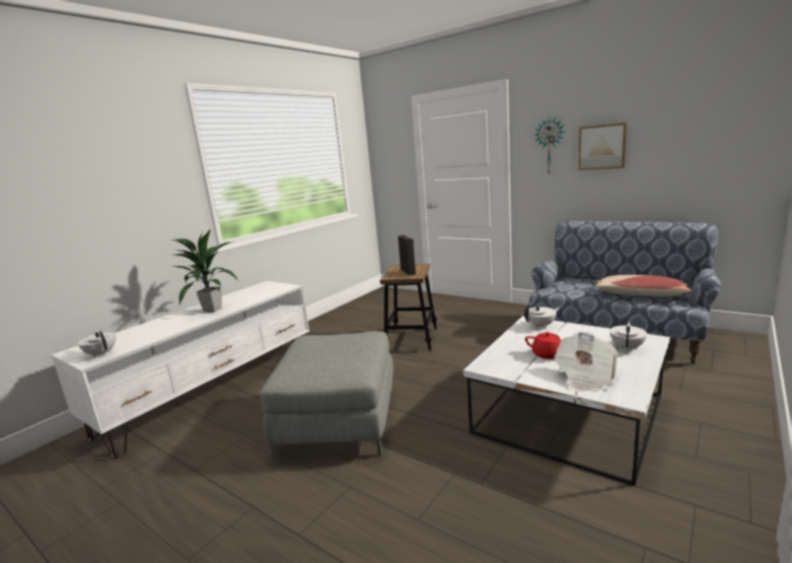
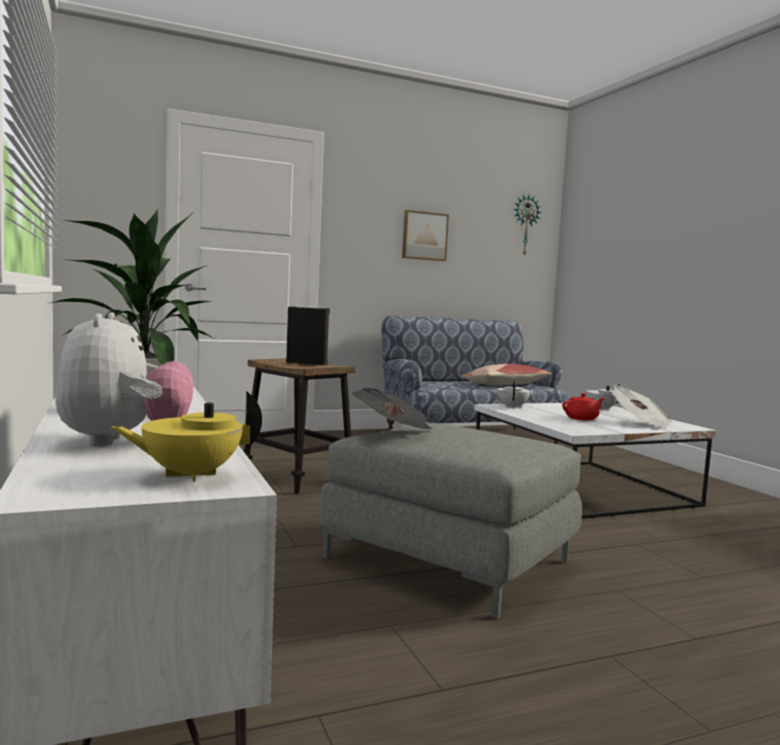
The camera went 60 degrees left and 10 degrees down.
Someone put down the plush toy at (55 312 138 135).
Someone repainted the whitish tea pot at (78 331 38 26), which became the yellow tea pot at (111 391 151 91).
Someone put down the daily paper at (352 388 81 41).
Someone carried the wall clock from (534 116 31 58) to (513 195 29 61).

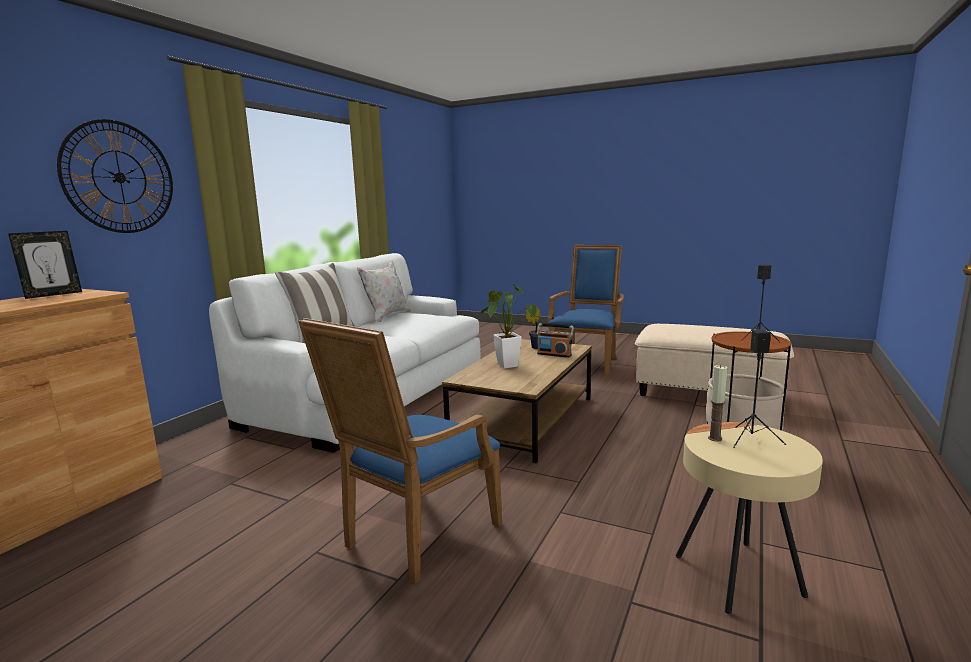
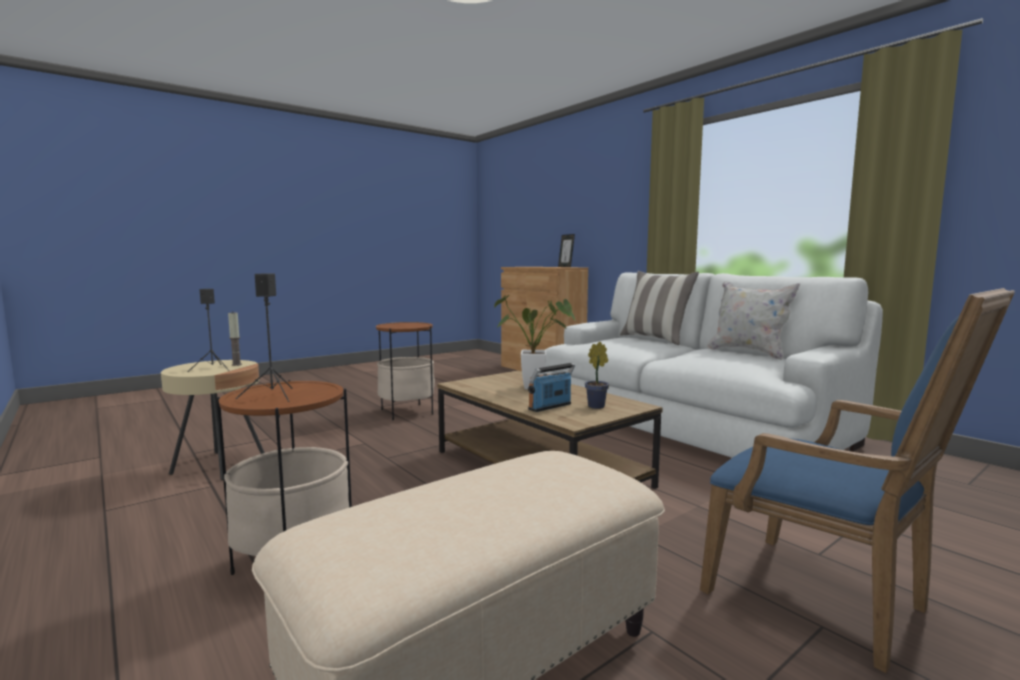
The camera went 115 degrees right and 5 degrees down.
Someone swapped the blue-coloured armchair at (299 318 203 266) for the accent table at (376 322 59 98).
Someone took away the wall clock at (57 119 116 114).

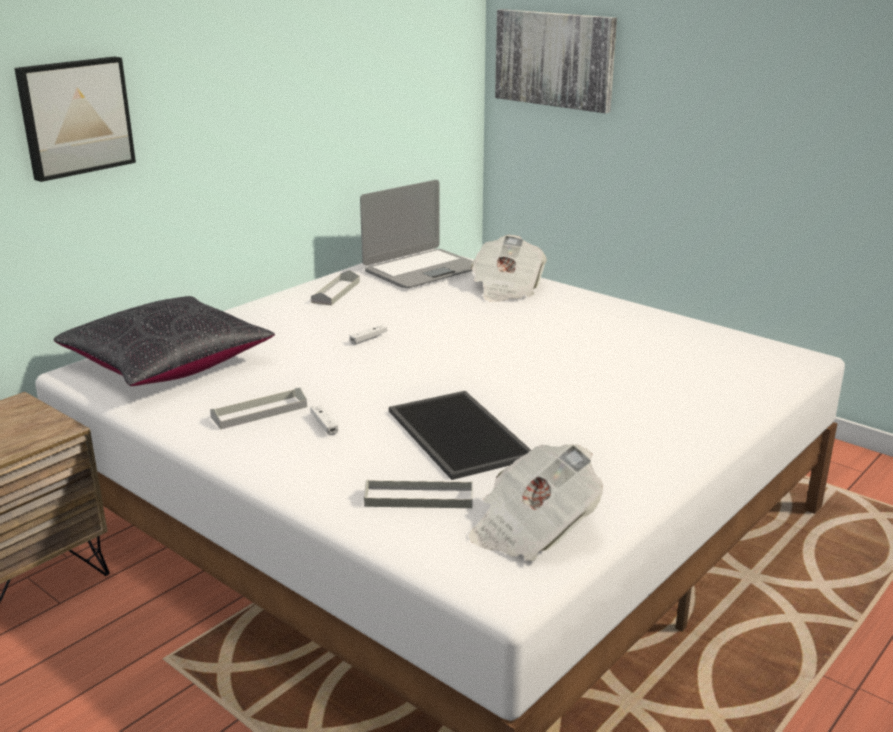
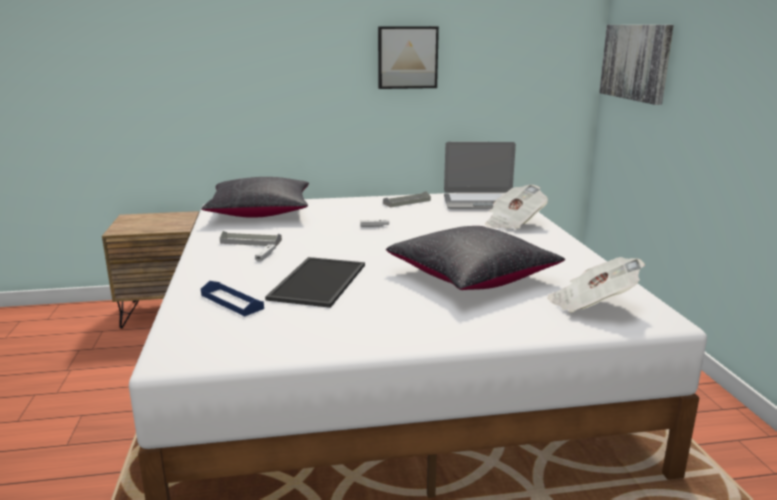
The camera went 40 degrees right and 5 degrees down.
Someone repainted the grey carrying tray at (364 479 109 29), which became the blue-coloured carrying tray at (201 281 63 35).
Someone carried the picture from (14 56 122 126) to (378 26 61 63).
Someone put down the black cushion at (386 226 179 64).
Someone carried the daily paper from (469 444 134 117) to (547 257 98 56).

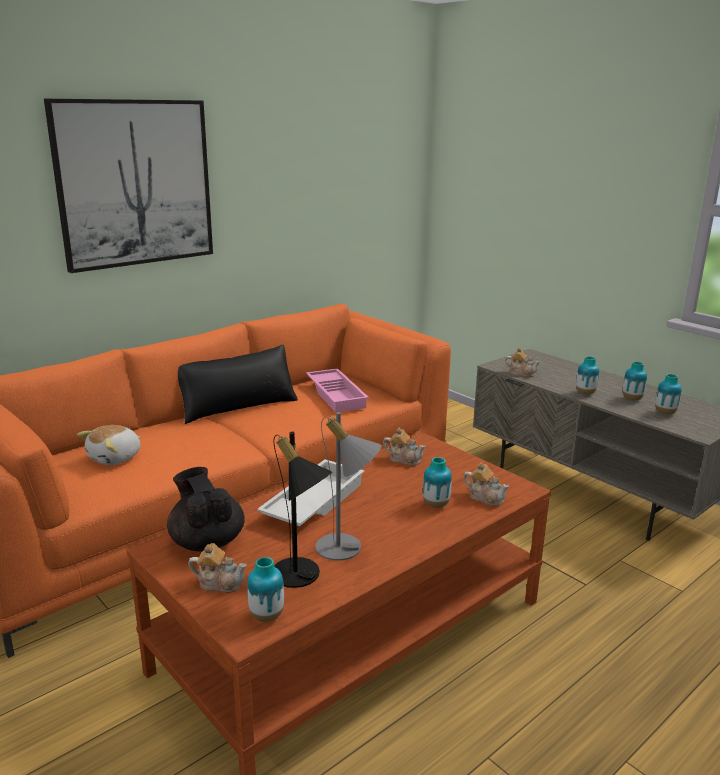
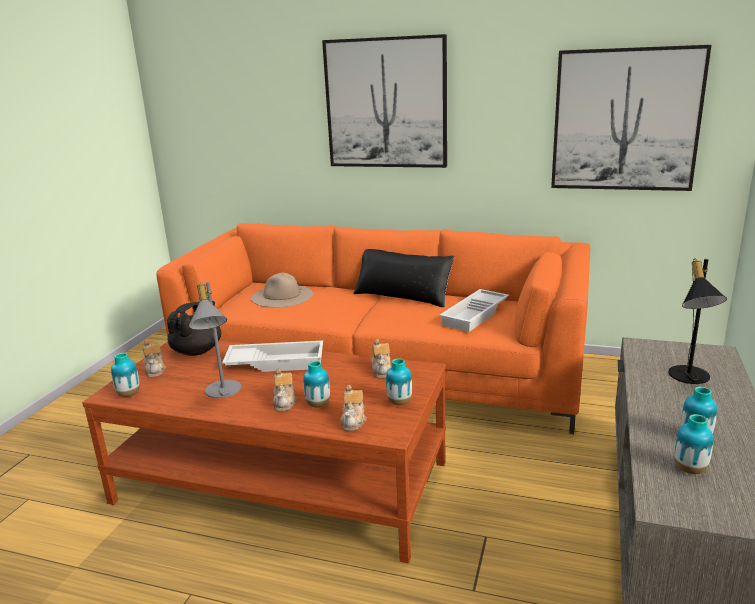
The camera went 60 degrees right and 0 degrees up.
Someone swapped the plush toy at (77 425 64 40) for the beige-coloured clothing hat at (251 273 62 34).
Someone carried the tea pot from (505 347 35 30) to (273 368 24 44).
Someone carried the decorative vase from (576 356 23 39) to (386 358 26 47).
Someone repainted the pink carrying tray at (306 368 63 45), which became the whitish carrying tray at (439 289 70 43).
Someone put up the picture at (551 45 161 146).
Someone carried the black tabletop lamp from (273 431 59 157) to (668 258 59 126).

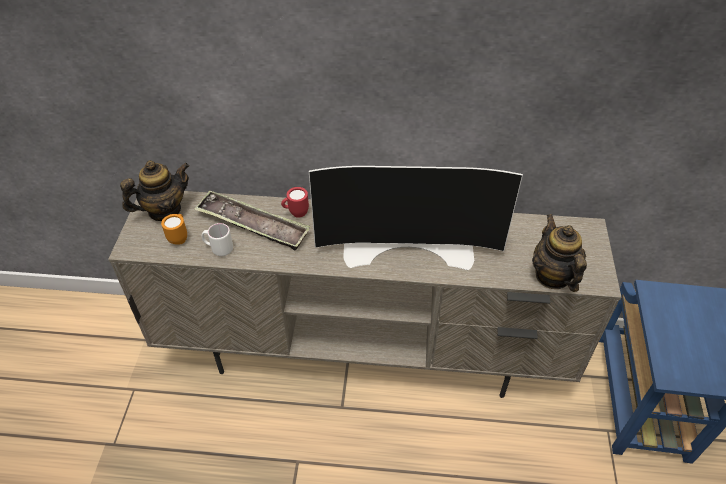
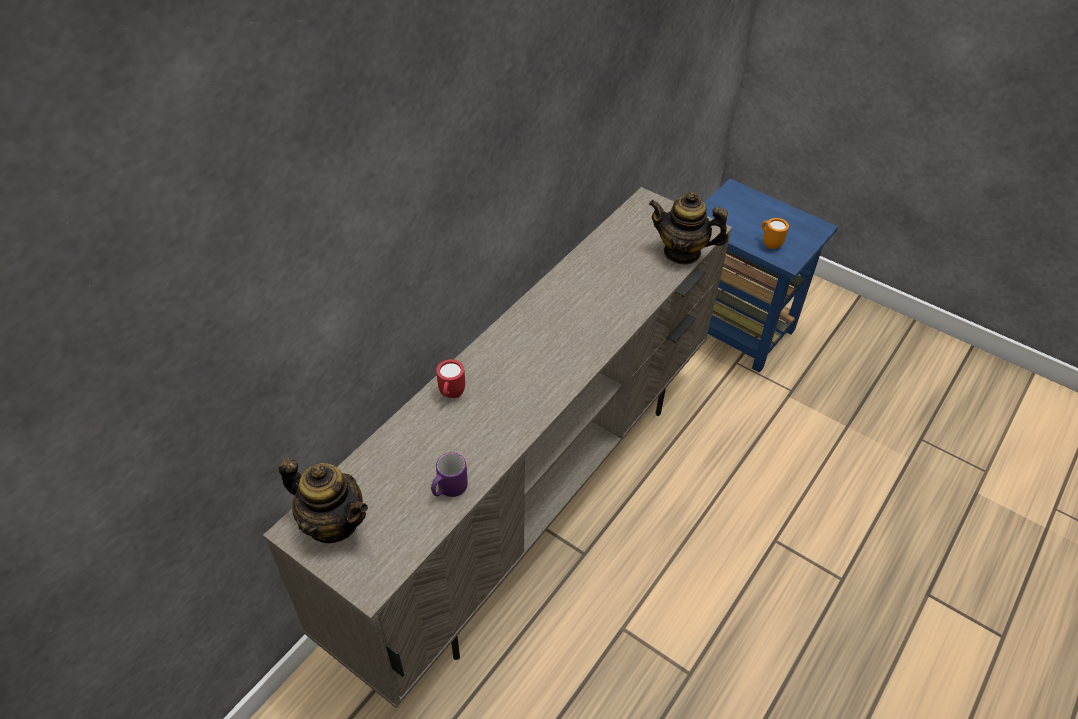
The camera went 60 degrees left and 0 degrees up.
Someone rotated the tea pot at (120 160 69 61) by 120 degrees clockwise.
Someone repainted the whitish coffee mug at (202 223 31 33), which became the purple coffee mug at (431 452 37 45).
Someone carried the orangey coffee mug from (161 214 26 31) to (762 218 27 31).
Someone took away the carrying tray at (194 190 116 60).
Someone took away the TV set at (309 166 214 104).

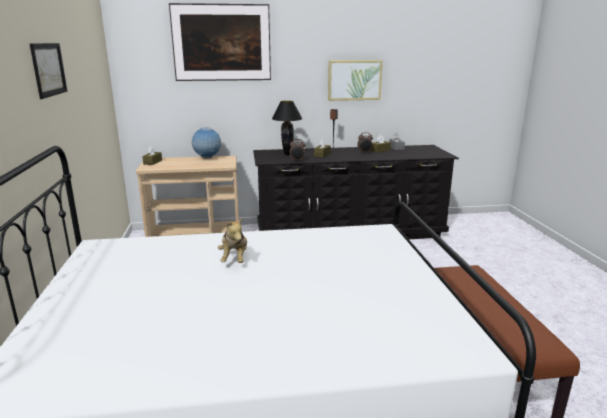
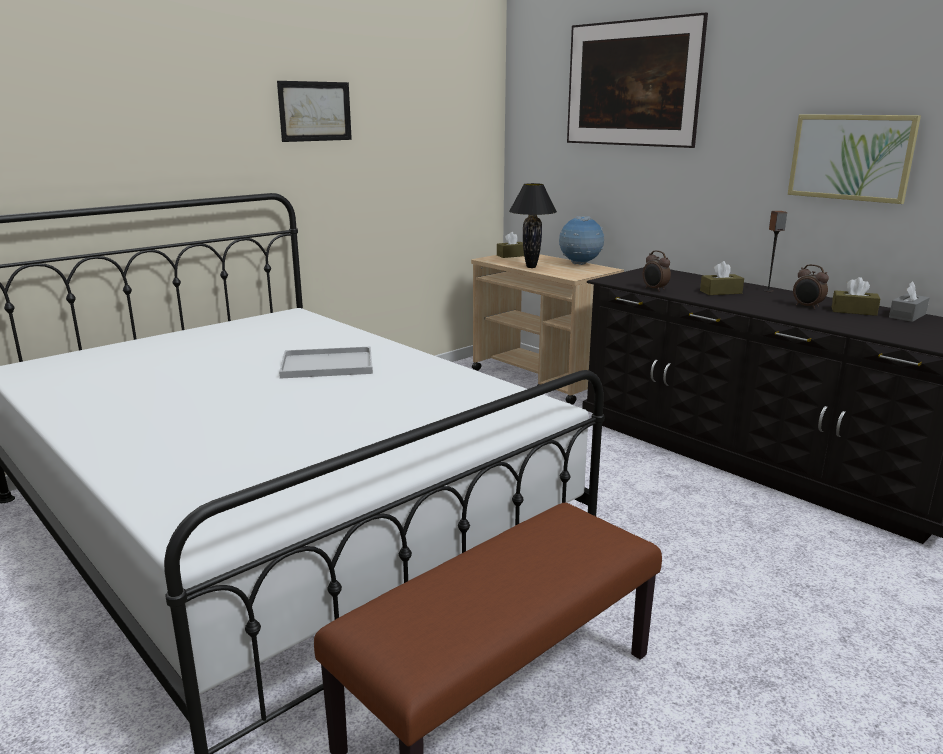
The camera went 55 degrees right and 0 degrees up.
Someone swapped the plush toy at (218 217 29 46) for the whitish carrying tray at (279 346 94 33).
Someone carried the black tabletop lamp from (272 101 30 54) to (509 183 48 85).

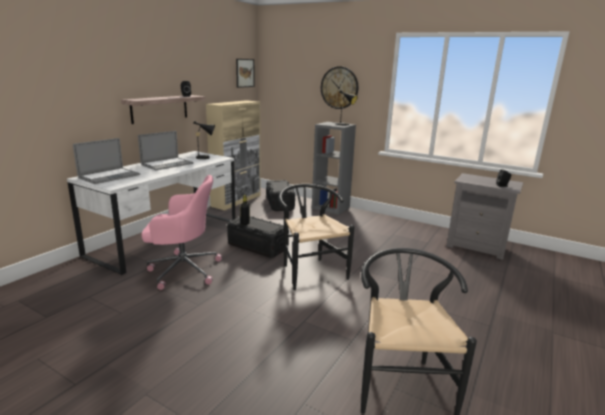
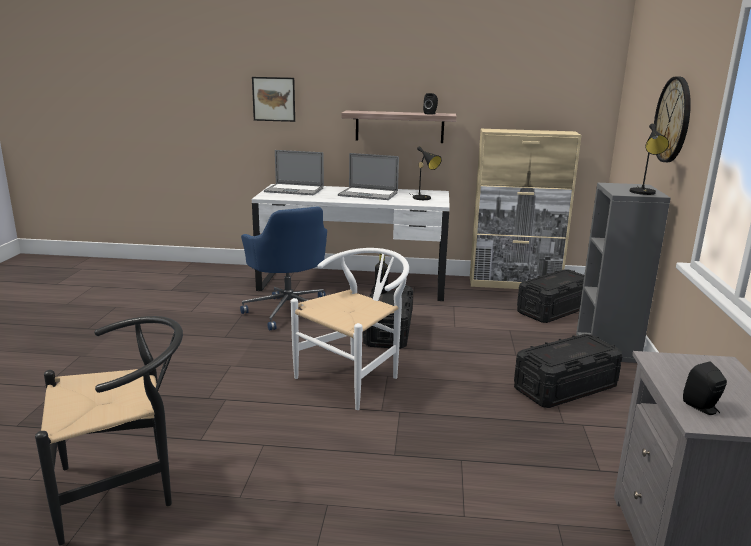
The camera went 65 degrees right and 0 degrees up.
Someone repainted the pink office chair at (141 175 81 115), which became the blue-coloured office chair at (240 206 87 125).
Someone carried the picture from (236 59 19 29) to (252 77 43 45).
Someone repainted the black chair at (279 184 75 106), which became the whitish chair at (291 248 118 162).
Someone put down the black storage container at (514 334 108 74).

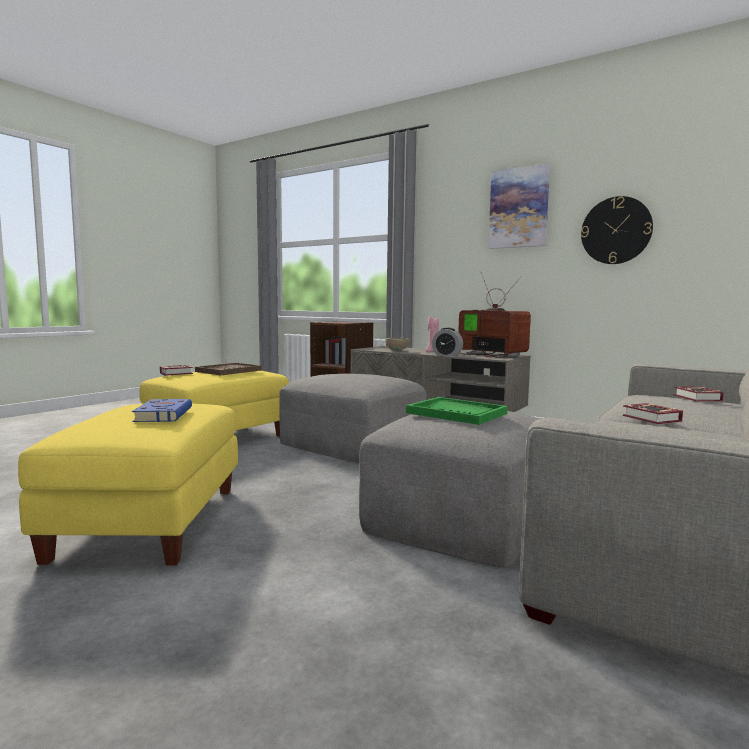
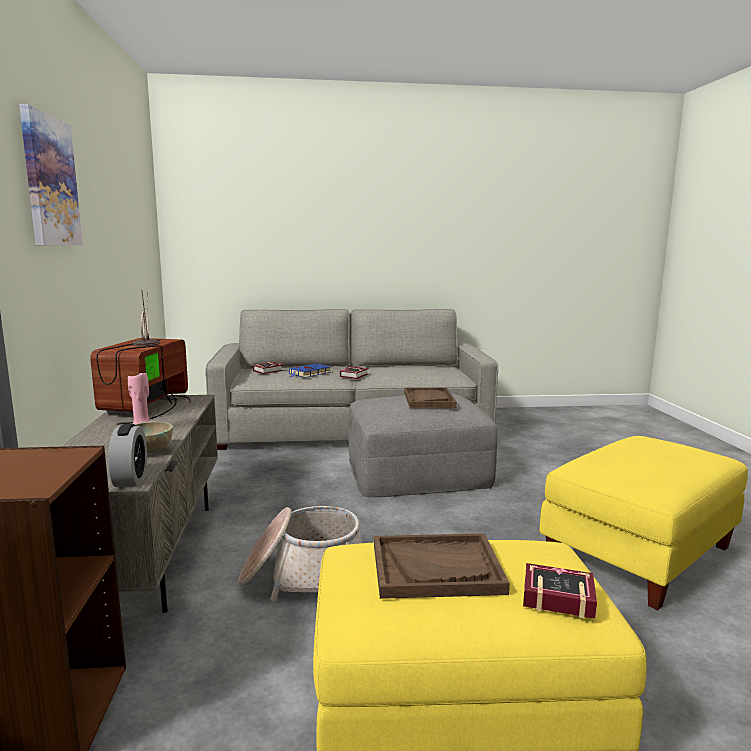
The camera went 130 degrees left and 5 degrees up.
Someone carried the table clock from (432 328 31 28) to (108 424 39 63).
Someone swapped the grey footrest at (279 374 148 89) for the basket at (238 506 124 96).
Someone carried the blue-coloured bound book from (132 399 60 23) to (289 364 42 14).
Someone repainted the greenish carrying tray at (406 397 102 28), which became the brown-coloured carrying tray at (404 388 53 20).
Someone took away the wall clock at (581 196 72 68).

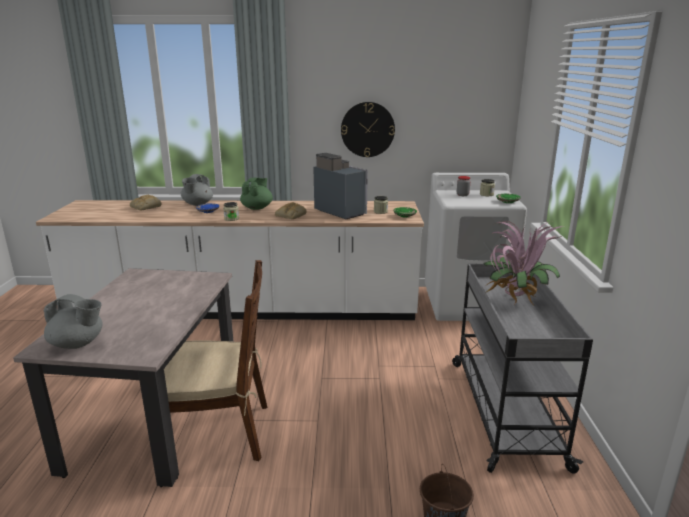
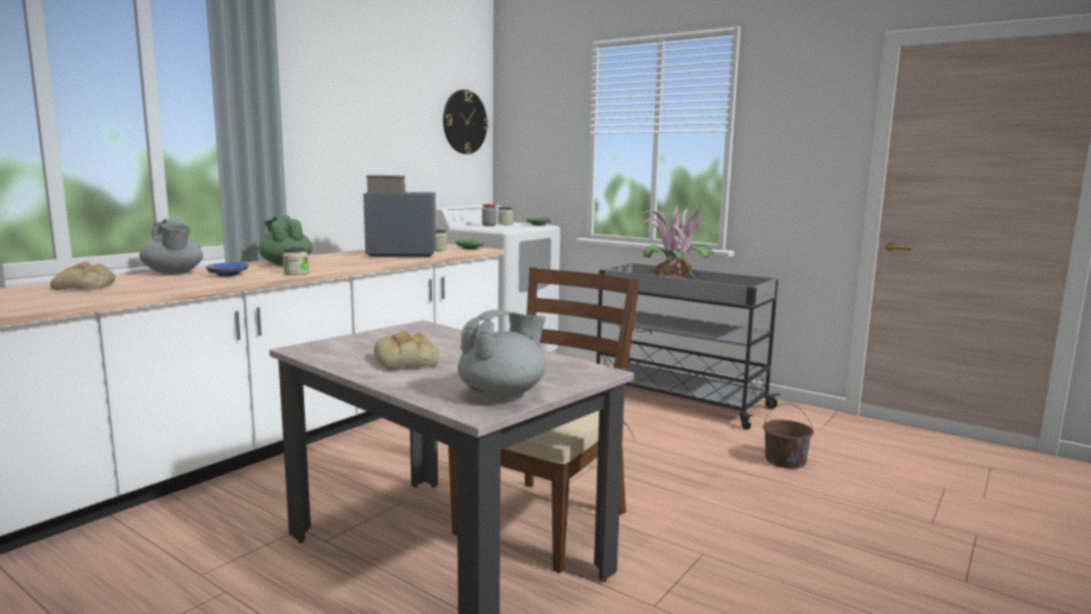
The camera went 55 degrees left and 10 degrees down.
Someone carried the baked bread from (275 202 32 17) to (374 331 65 38).
Someone carried the wall clock from (341 102 54 55) to (443 90 46 64).

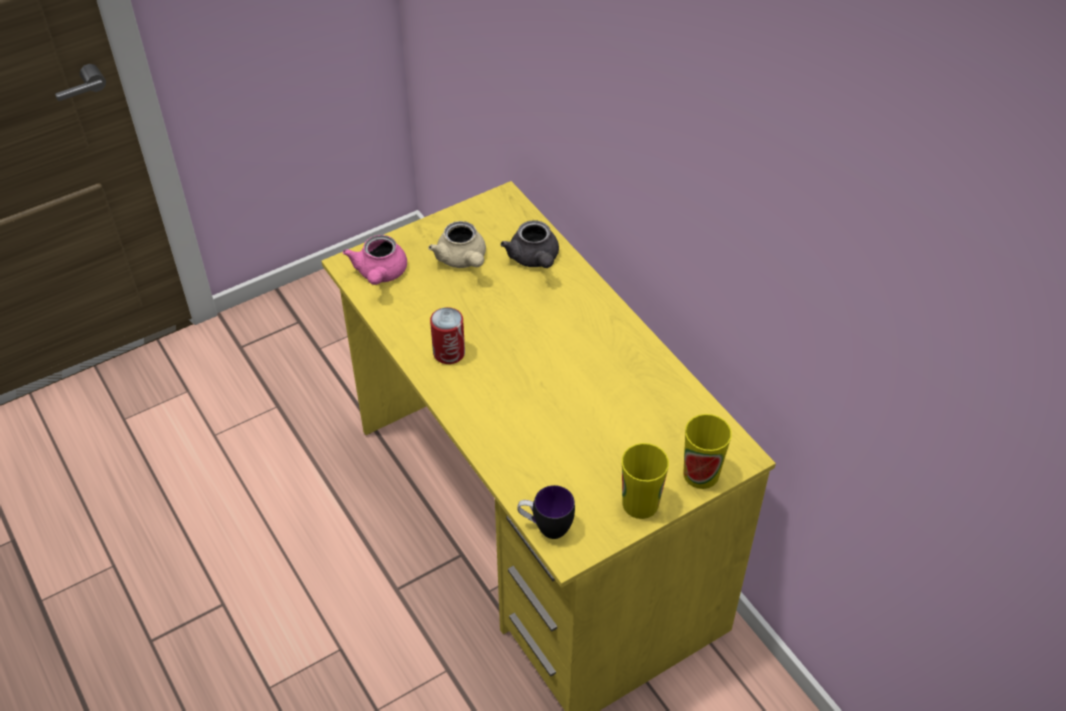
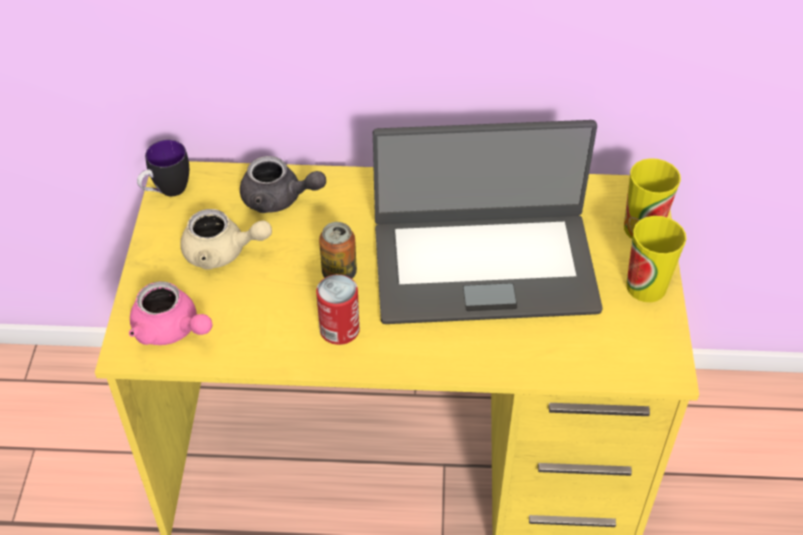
The camera went 55 degrees left and 0 degrees up.
Someone carried the coffee mug from (517 485 58 54) to (137 140 52 56).
Someone put down the sealed can at (319 222 38 57).
Someone put down the laptop at (373 120 230 204).

